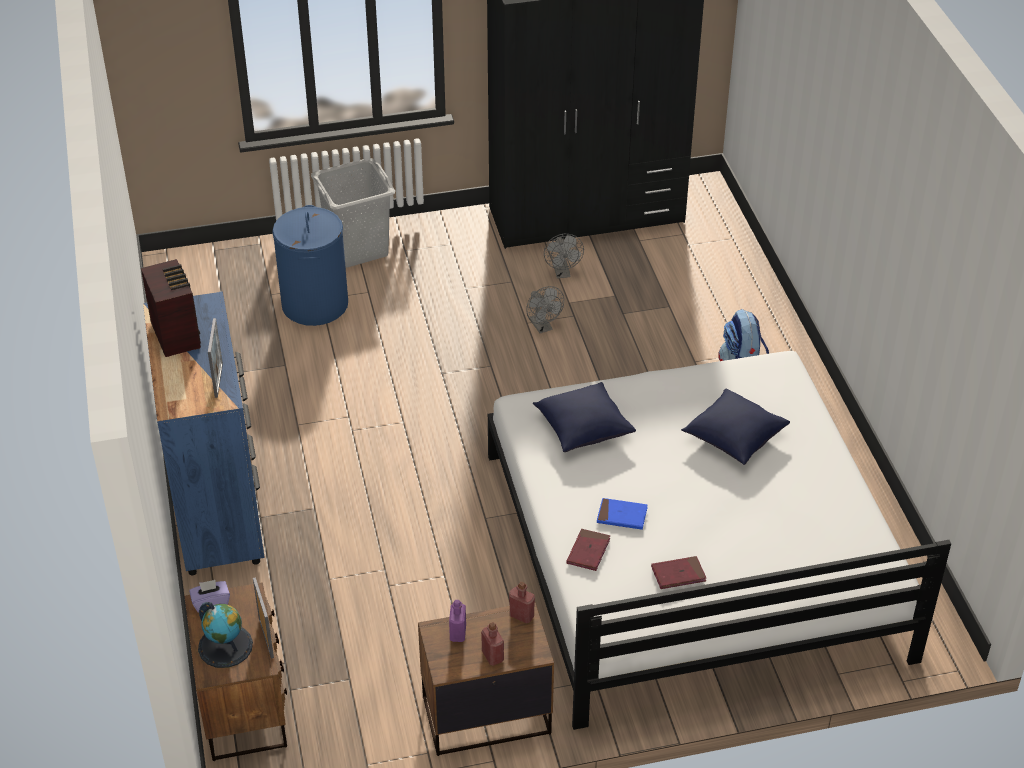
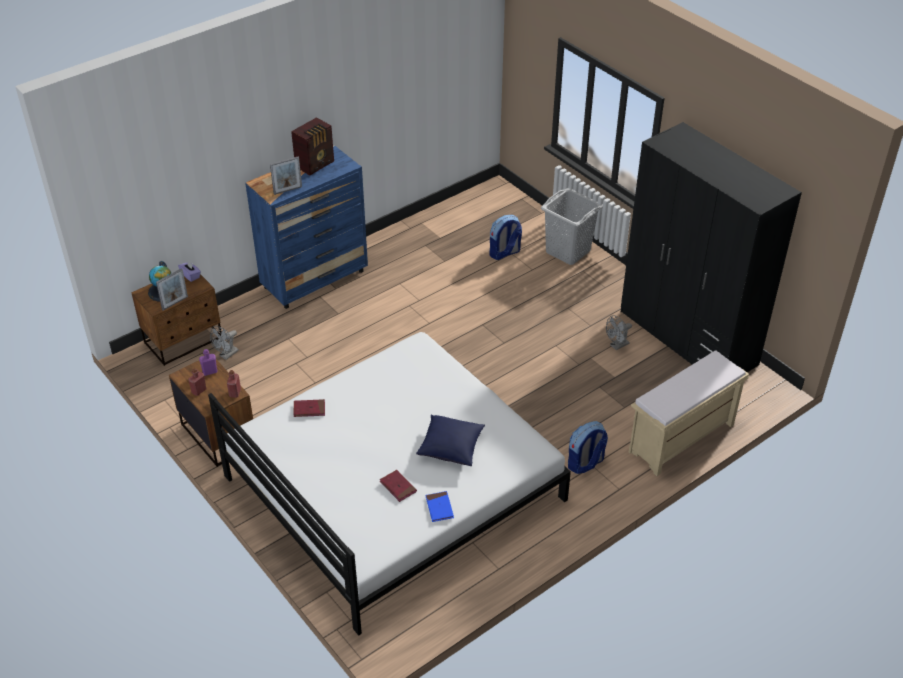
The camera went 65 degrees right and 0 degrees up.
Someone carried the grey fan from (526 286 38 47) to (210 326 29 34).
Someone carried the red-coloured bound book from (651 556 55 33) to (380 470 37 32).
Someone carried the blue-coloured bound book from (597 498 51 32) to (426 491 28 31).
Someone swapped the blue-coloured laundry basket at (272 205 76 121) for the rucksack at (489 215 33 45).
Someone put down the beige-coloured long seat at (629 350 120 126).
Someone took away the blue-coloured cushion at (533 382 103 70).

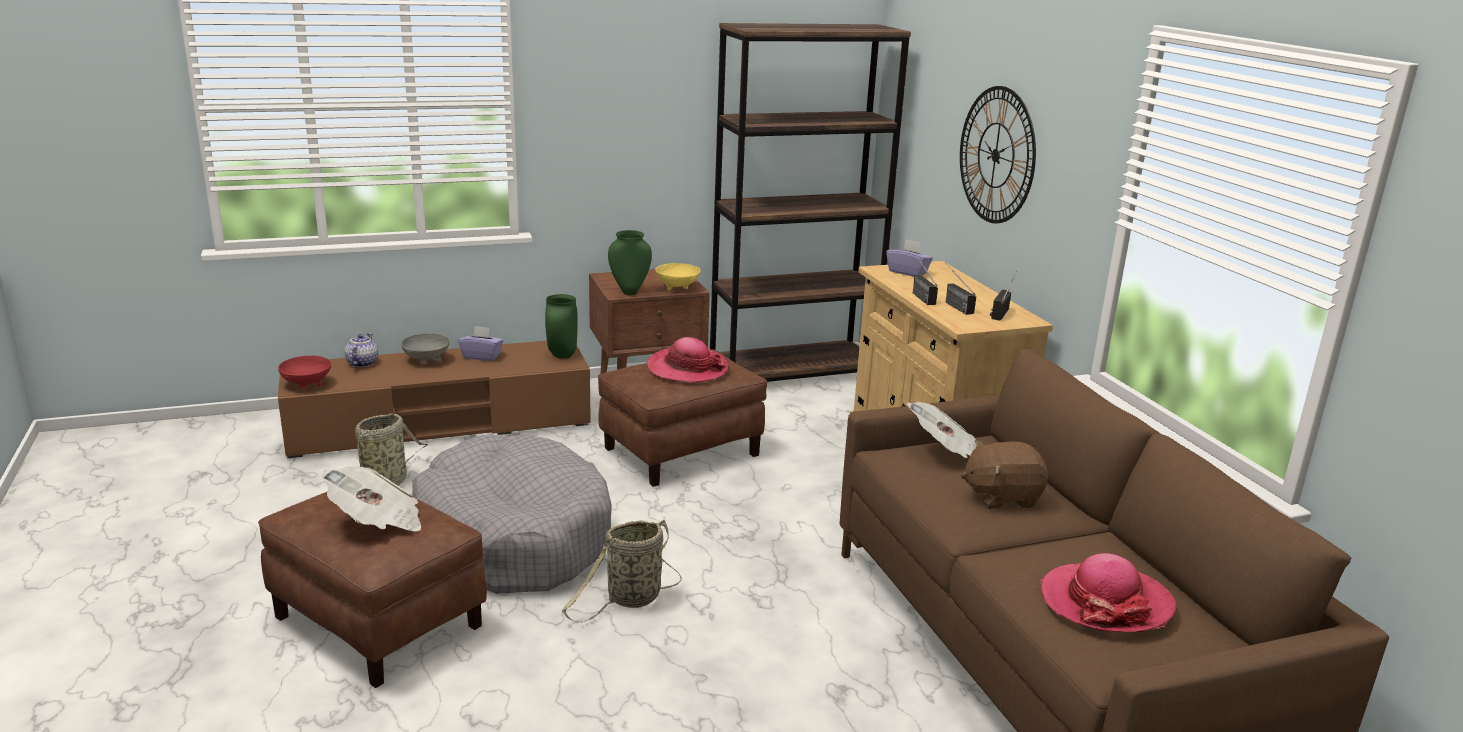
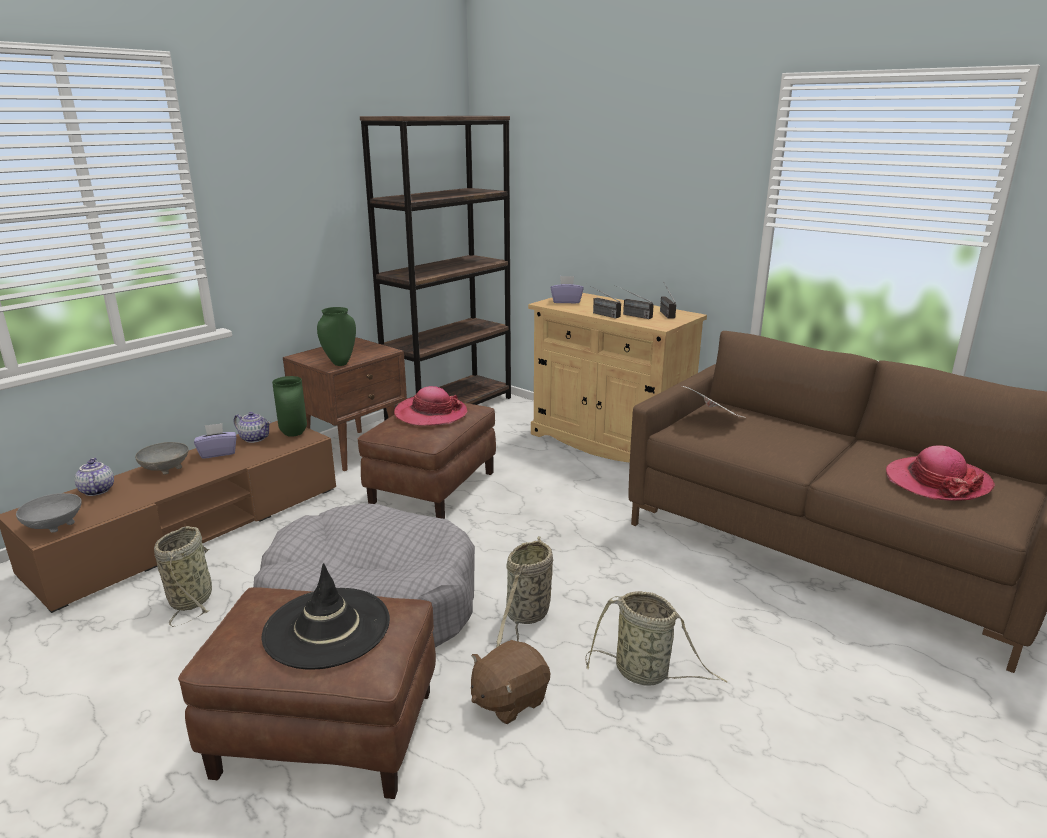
The camera went 30 degrees left and 0 degrees up.
Someone repainted the red-coloured deep dish at (278 356 53 33), which became the grey deep dish at (16 493 66 40).
Someone put down the tea pot at (233 412 38 31).
Someone swapped the daily paper at (322 466 99 65) for the black clothing hat at (261 563 129 107).
Someone carried the brown-coloured plush toy from (961 440 87 69) to (471 640 79 84).
Someone put down the basket at (585 591 143 95).
Someone took away the yellow deep dish at (655 263 45 27).
Someone took away the wall clock at (960 86 76 137).

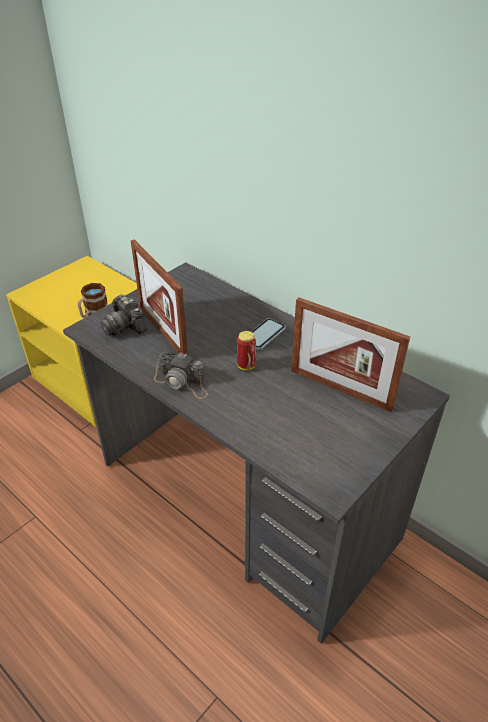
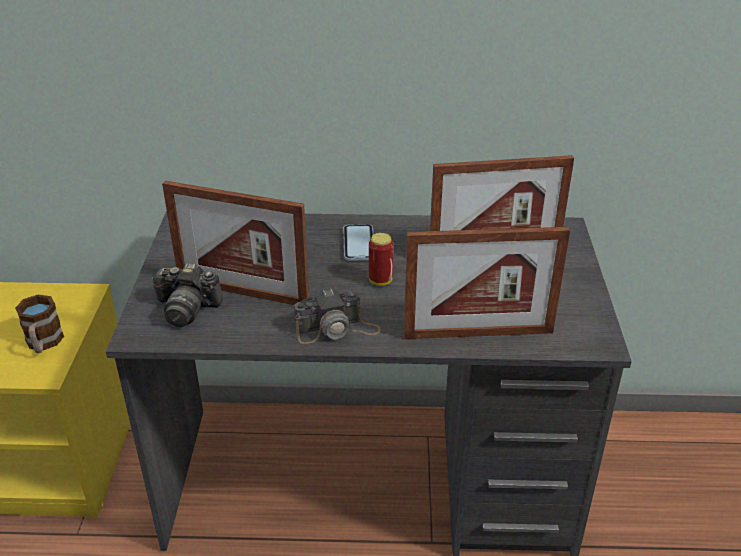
The camera went 40 degrees left and 5 degrees down.
Someone put down the photo frame at (404 227 166 112).

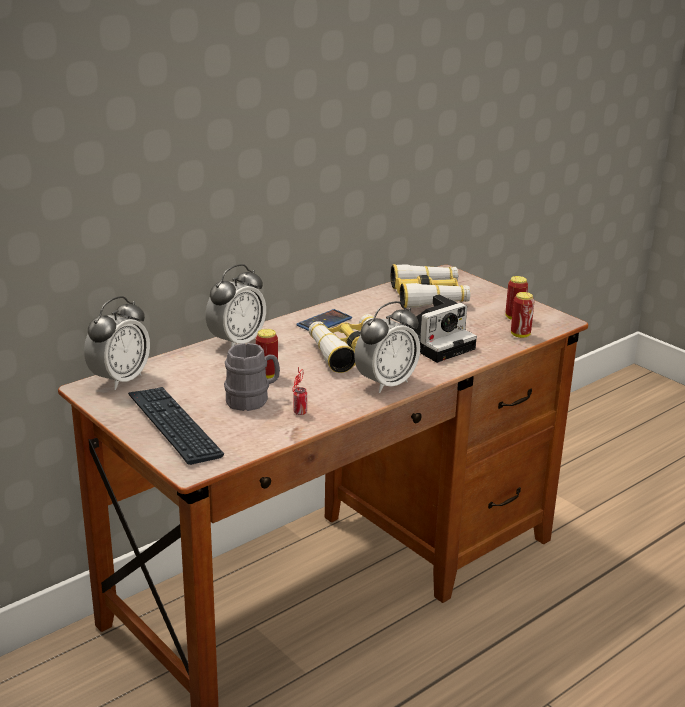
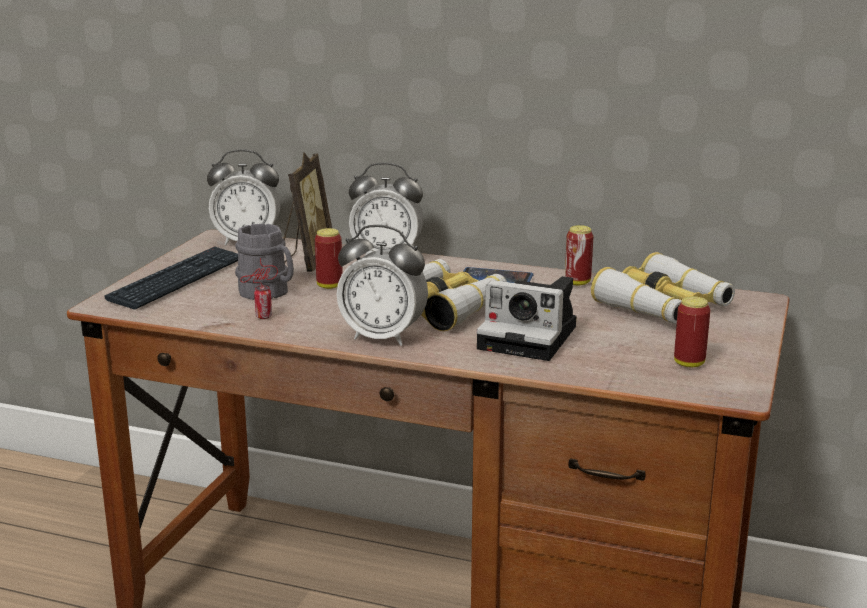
The camera went 60 degrees right and 5 degrees down.
Someone put down the photo frame at (284 152 48 120).
Someone carried the sealed can from (511 292 23 46) to (565 225 28 61).

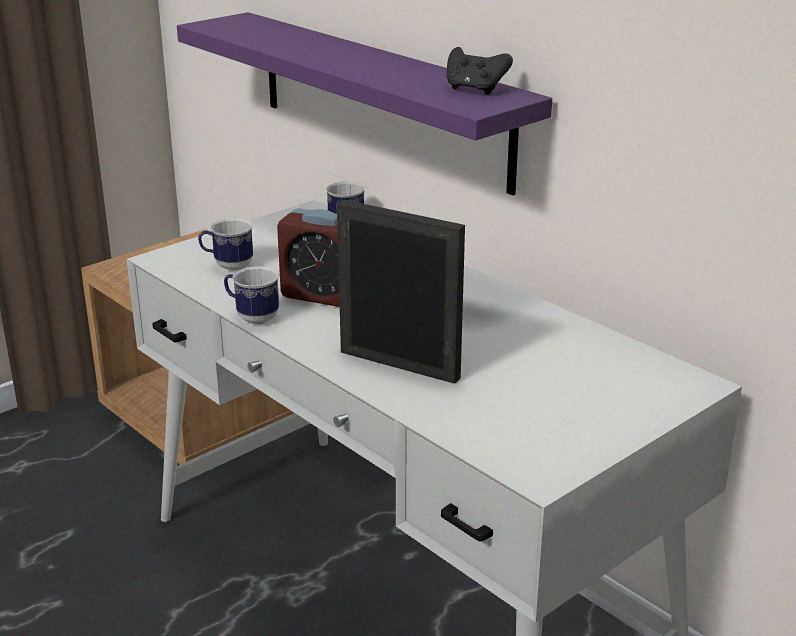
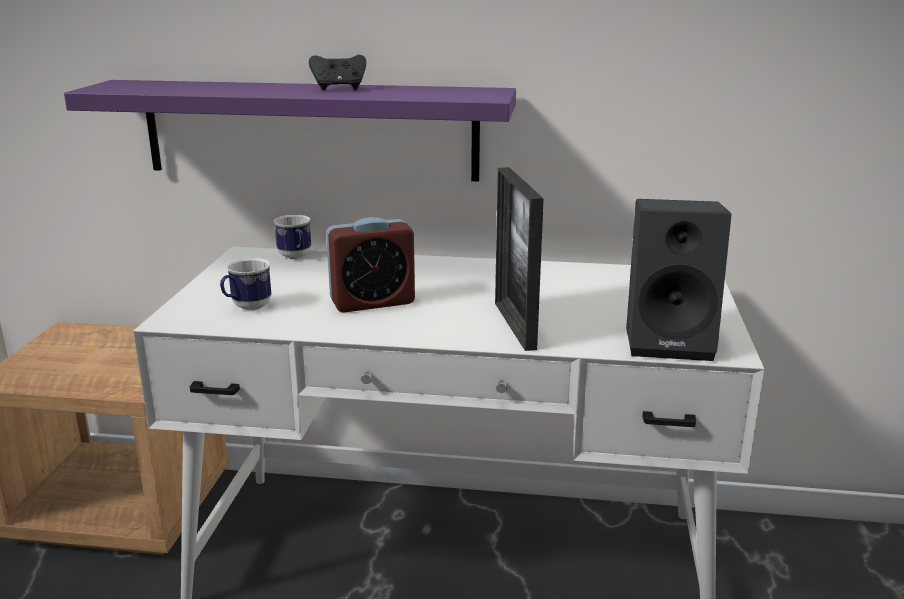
The camera went 40 degrees left and 5 degrees down.
Someone carried the black joypad from (447 47 66 48) to (309 55 57 36).
Someone rotated the photo frame at (337 200 128 184) by 90 degrees counterclockwise.
Someone put down the black audio speaker at (626 199 105 162).
Someone took away the coffee mug at (224 266 55 58).

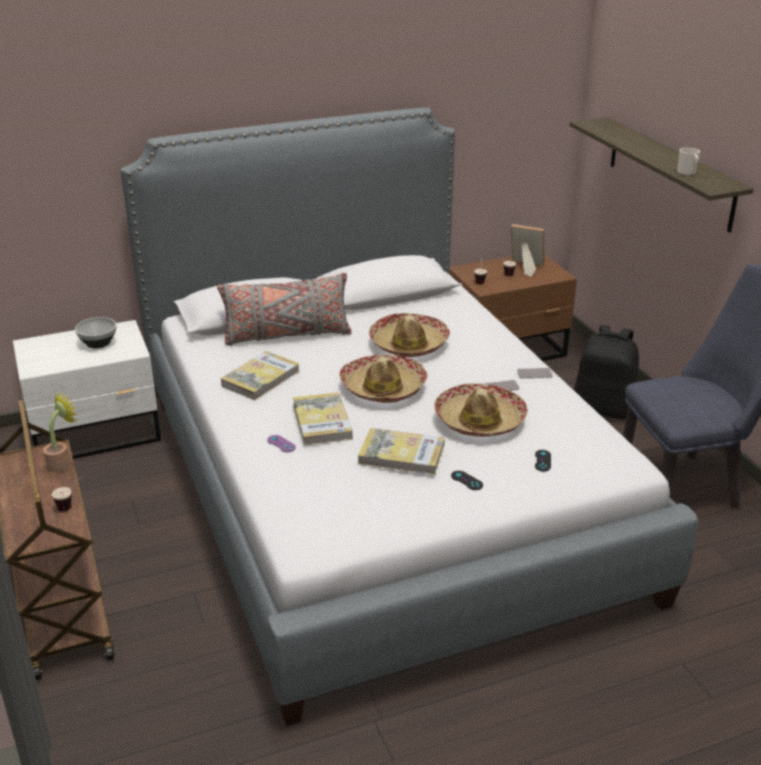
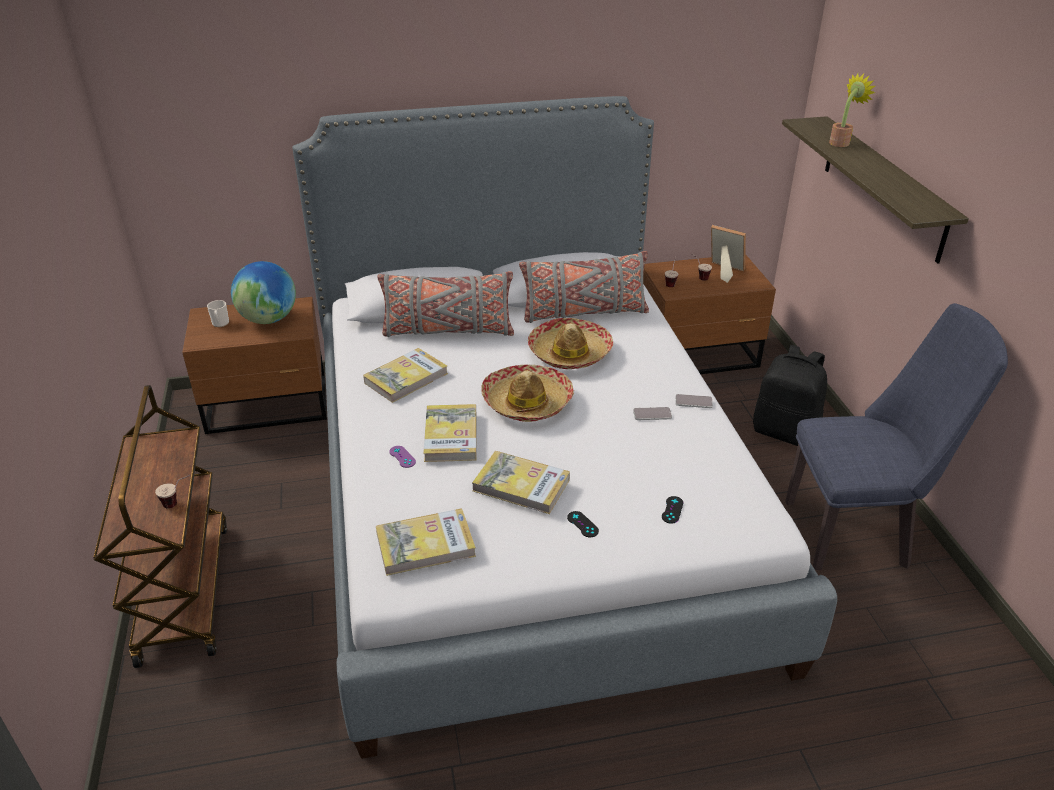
The camera went 10 degrees right and 5 degrees up.
Someone repainted the whitish night table at (13 320 148 139), which became the brown-coloured night table at (182 297 145 137).
Someone carried the coffee mug from (677 148 23 28) to (207 300 22 27).
Someone swapped the deep dish at (75 317 42 32) for the globe at (231 261 65 63).
Someone put down the bound book at (376 508 100 68).
Someone put down the grey cushion at (519 251 130 72).
Someone carried the potted plant from (43 392 34 80) to (829 73 46 74).
Someone took away the clothing hat at (434 383 94 54).

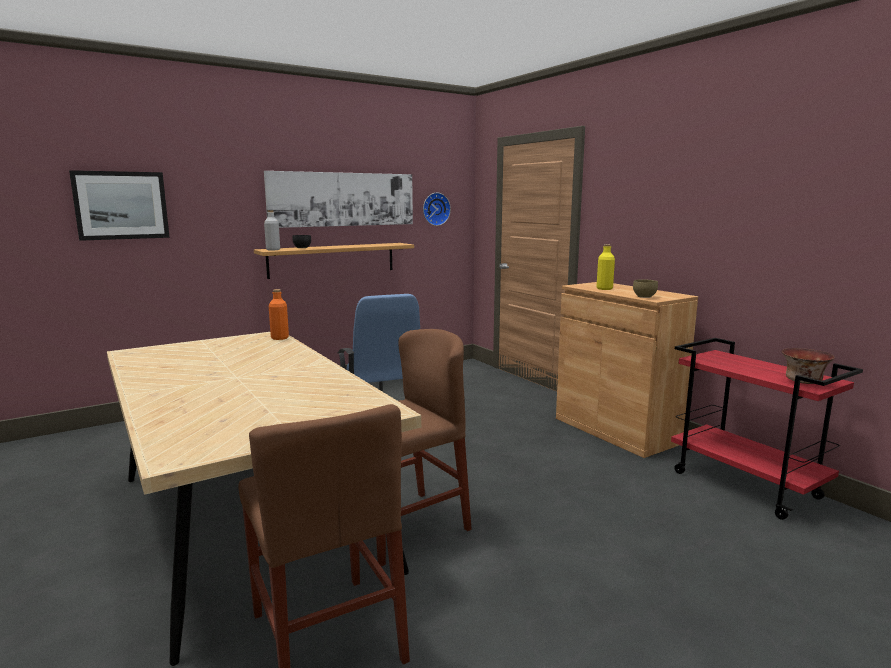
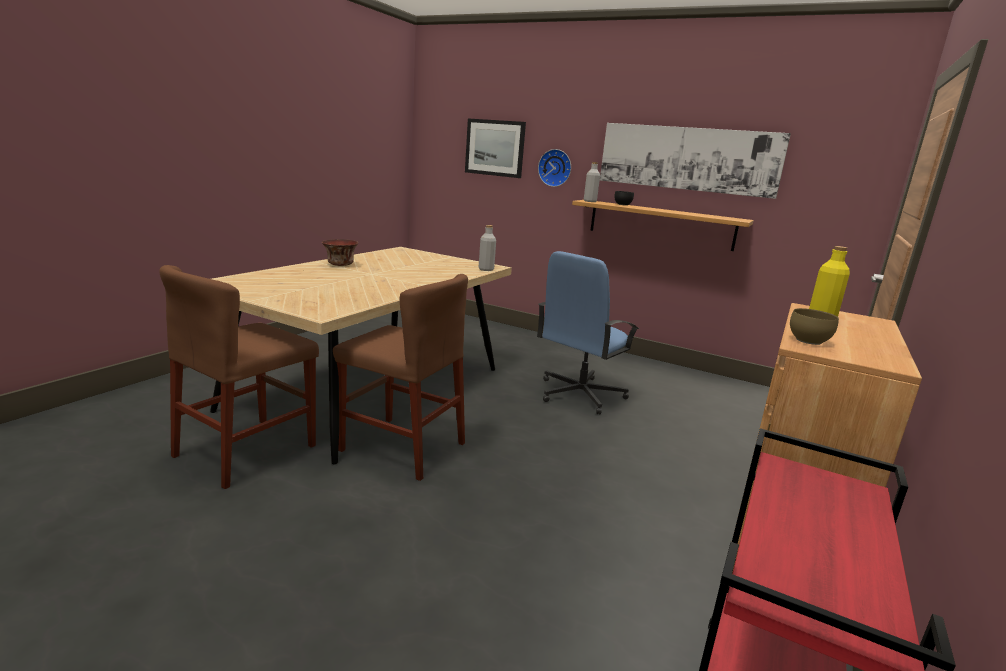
The camera went 60 degrees right and 5 degrees up.
Someone carried the deep dish from (782 348 53 36) to (322 239 36 27).
Someone repainted the orangey bottle at (269 289 20 51), which became the grey bottle at (479 225 17 46).
Someone carried the wall clock from (423 193 28 33) to (538 149 33 38).

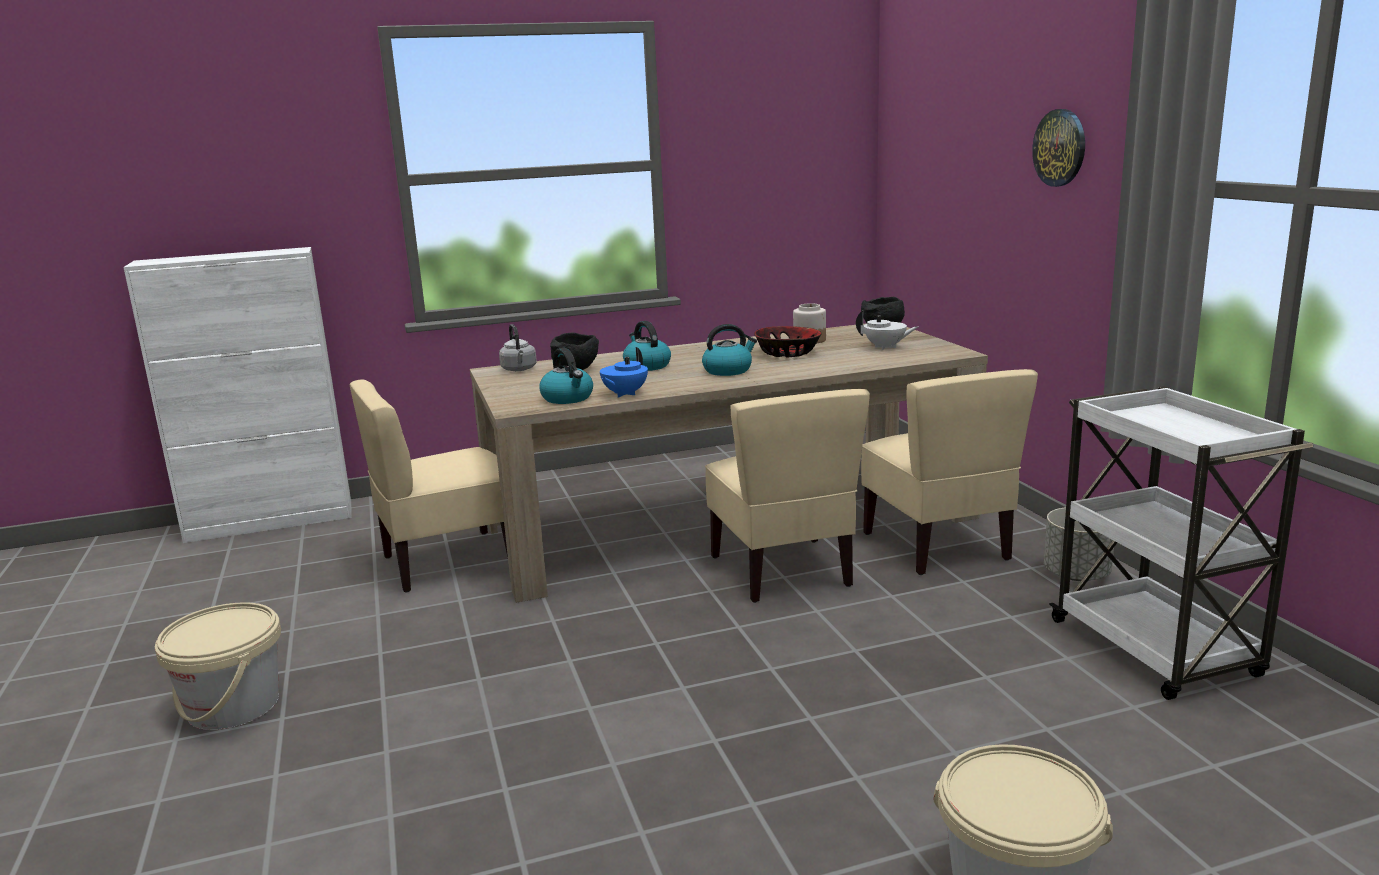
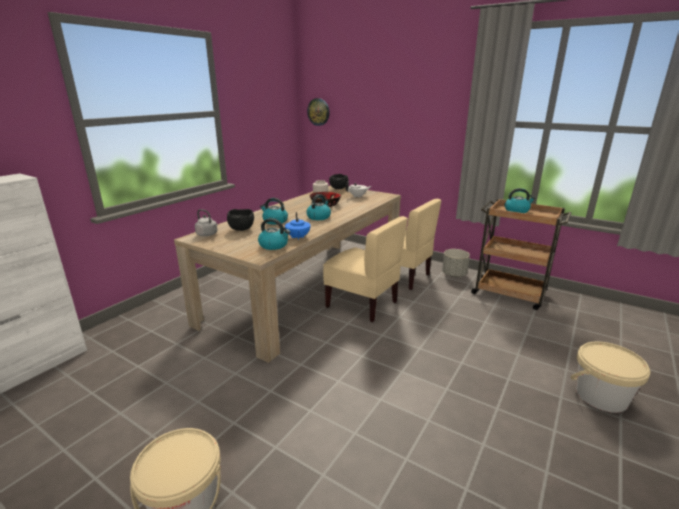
The camera went 40 degrees left and 5 degrees up.
Someone carried the wall clock from (1032 109 53 78) to (307 98 23 28).
Someone repainted the whitish cart at (1049 386 264 314), which became the brown-coloured cart at (469 199 102 111).
Someone put down the tea kettle at (505 188 31 25).
Someone took away the beige-coloured chair at (349 379 159 213).

